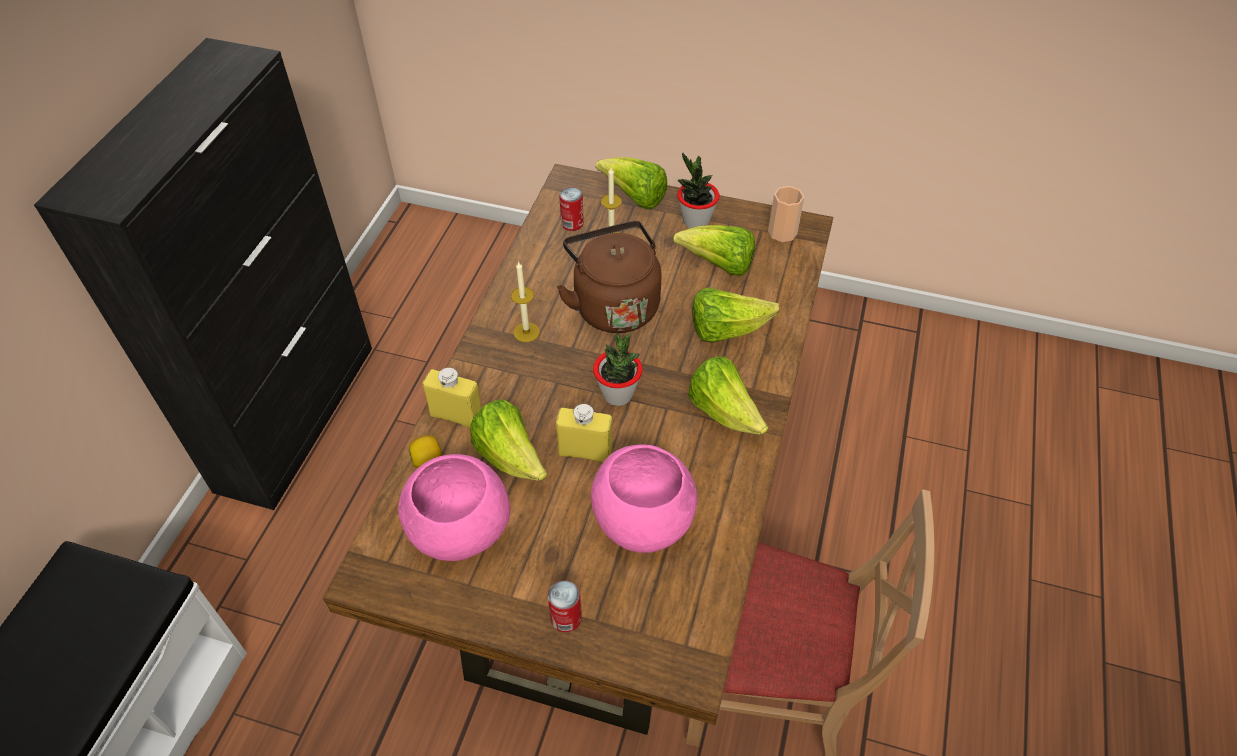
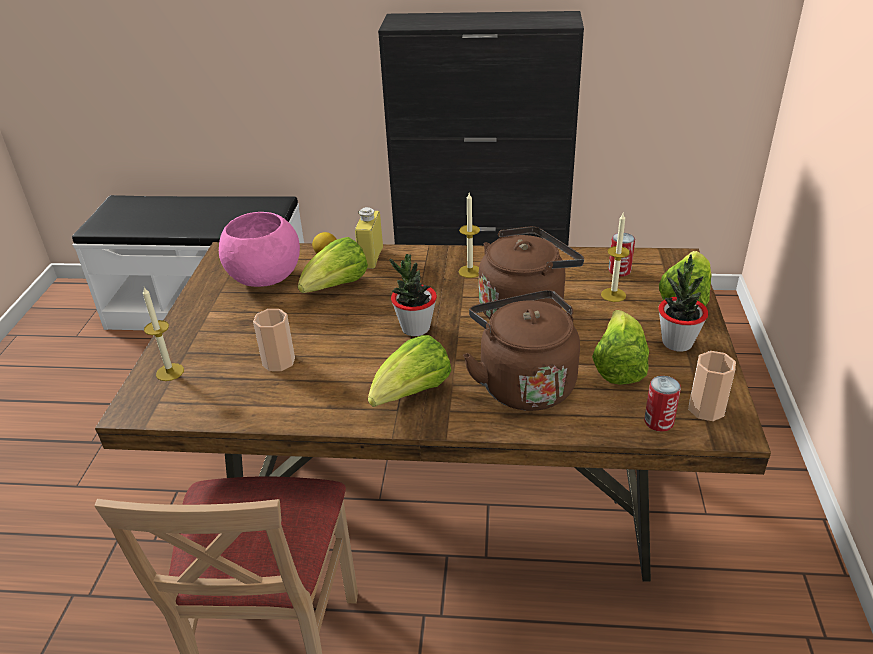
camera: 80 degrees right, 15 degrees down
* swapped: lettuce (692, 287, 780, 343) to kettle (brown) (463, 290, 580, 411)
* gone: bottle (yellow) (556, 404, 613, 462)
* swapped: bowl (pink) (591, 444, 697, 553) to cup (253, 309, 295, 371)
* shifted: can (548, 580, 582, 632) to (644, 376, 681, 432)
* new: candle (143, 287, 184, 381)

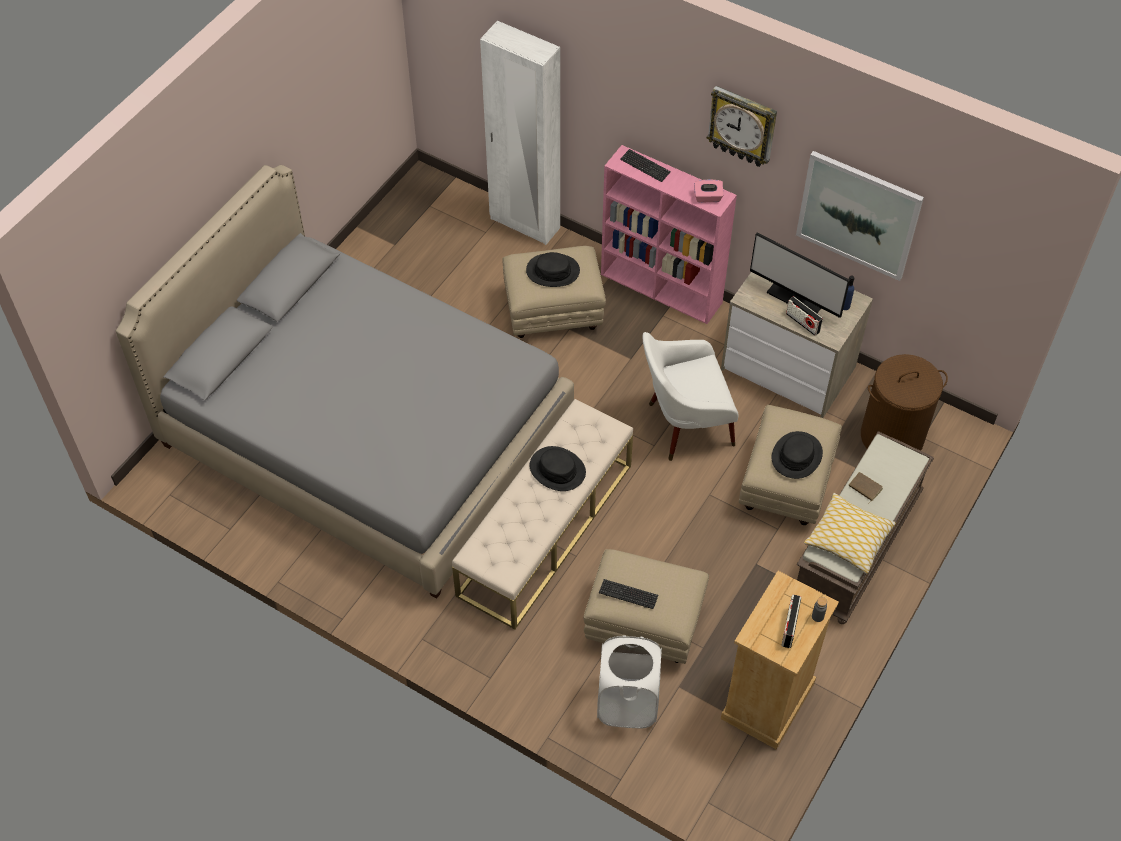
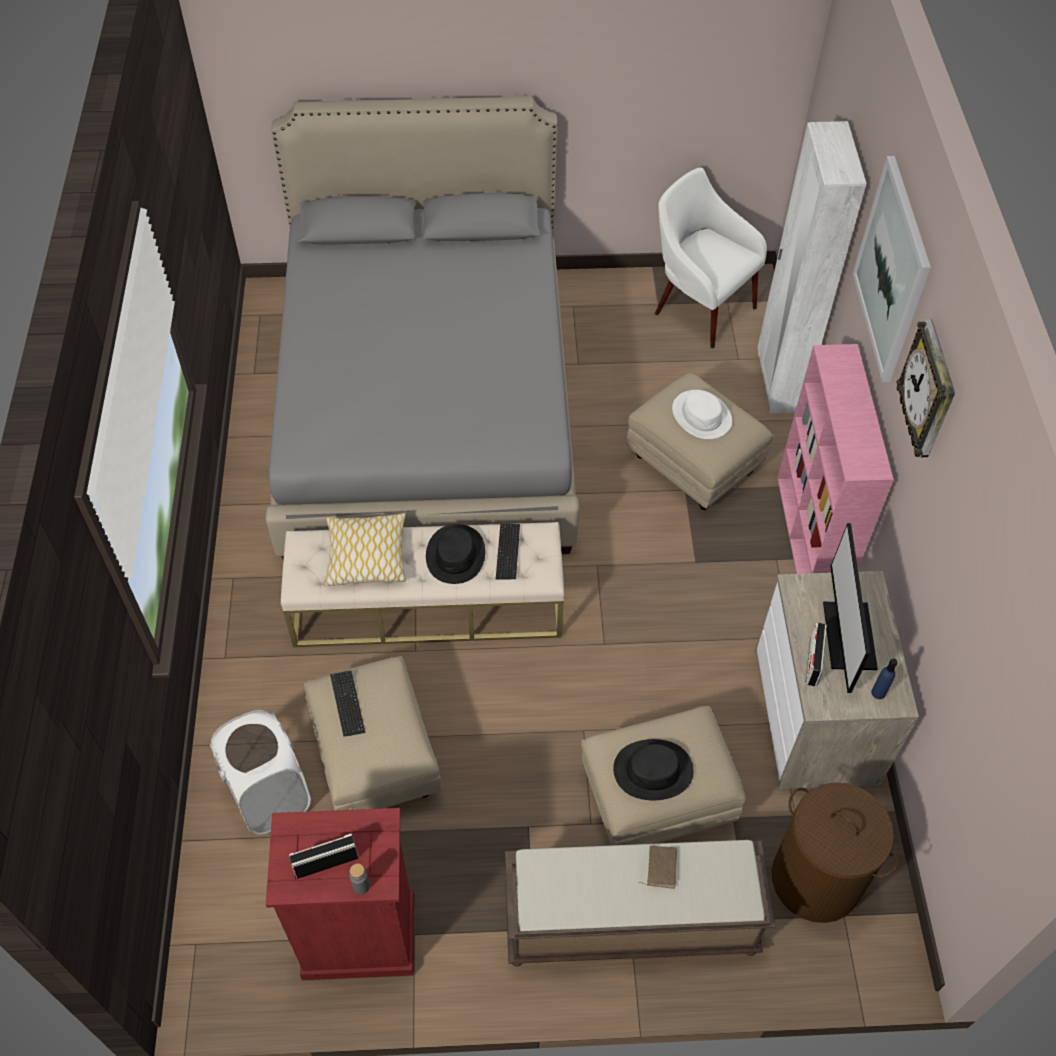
camera: 55 degrees right, 0 degrees up
* shifted: keyboard (620, 149, 671, 182) to (496, 524, 520, 580)
* shifted: picture (796, 151, 924, 281) to (853, 156, 931, 382)
* gone: tissue box (pink) (694, 180, 723, 203)
* repainted: hat (black) (526, 252, 580, 287) to hat (white) (672, 390, 732, 439)
* shifted: armchair (white) (643, 332, 738, 461) to (655, 167, 767, 348)
* shifted: pillow (804, 493, 896, 574) to (324, 513, 406, 586)
* repainted: dresser (beige) (721, 571, 839, 749) to dresser (red) (266, 808, 414, 980)

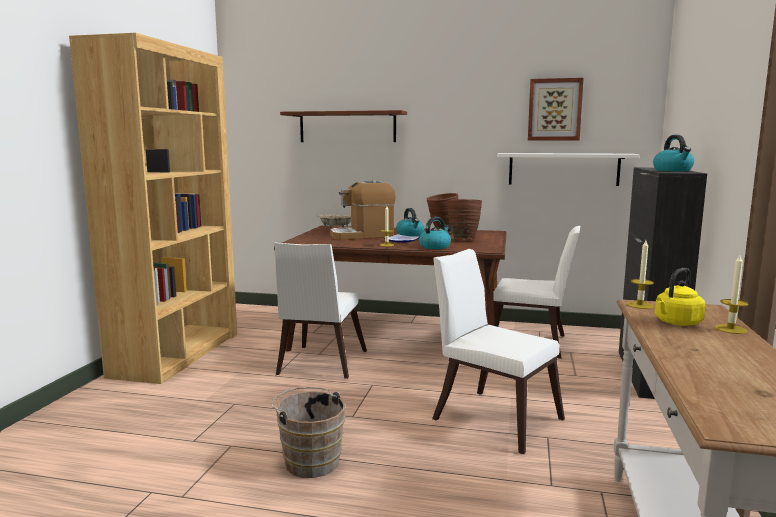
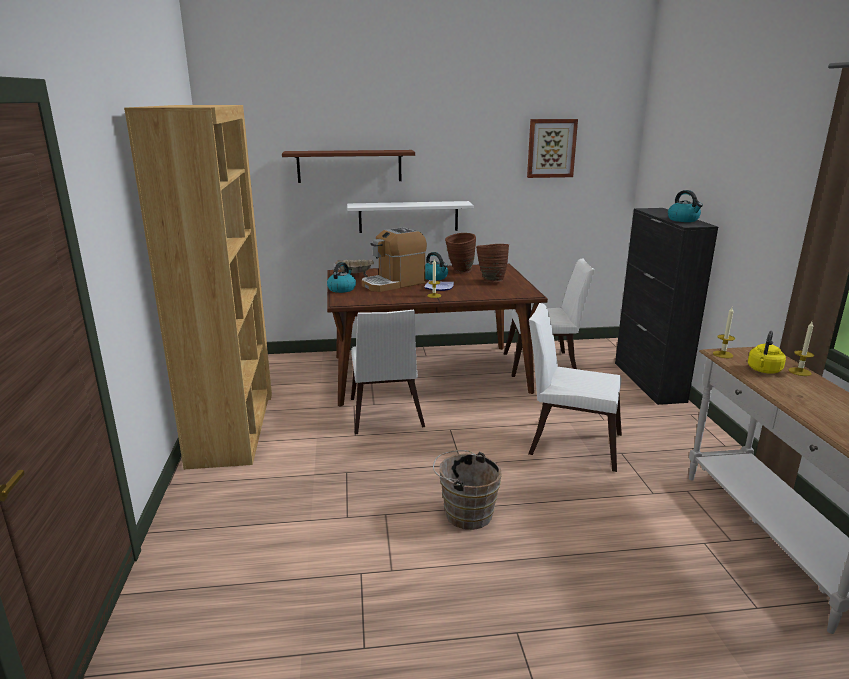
camera: 20 degrees left, 10 degrees up
* shifted: shelf (white) (497, 153, 640, 186) to (347, 201, 474, 233)
* shifted: kettle (419, 217, 451, 249) to (327, 262, 356, 293)

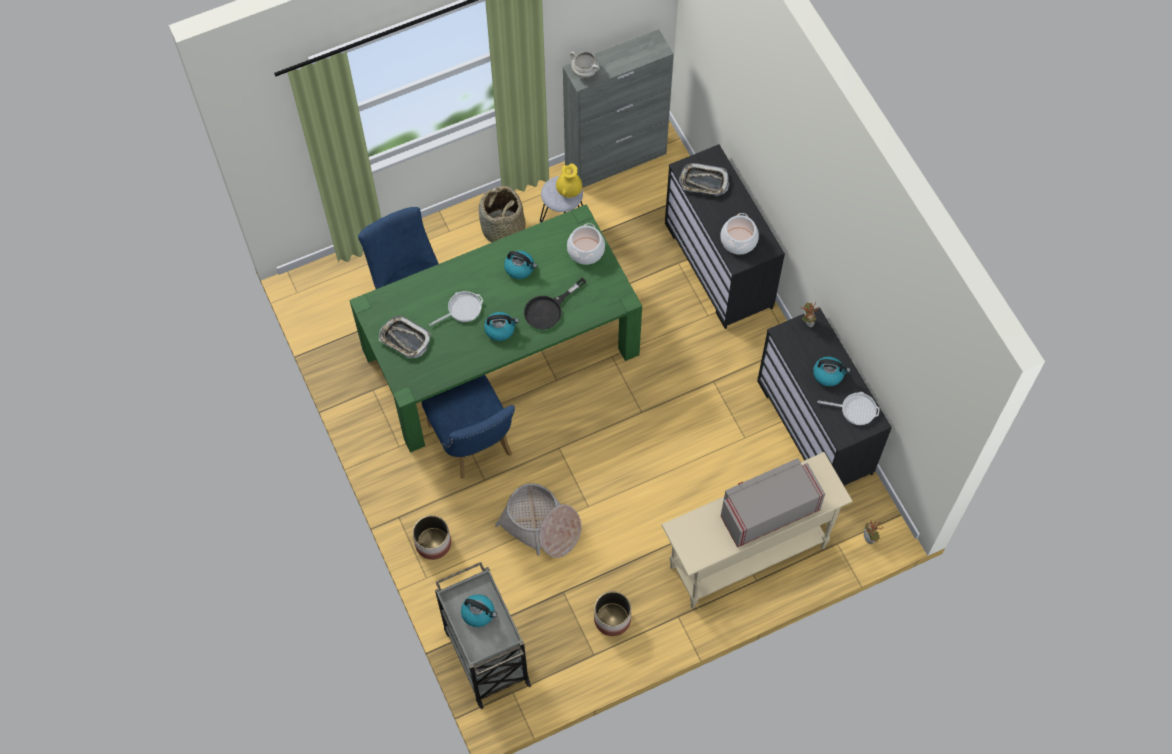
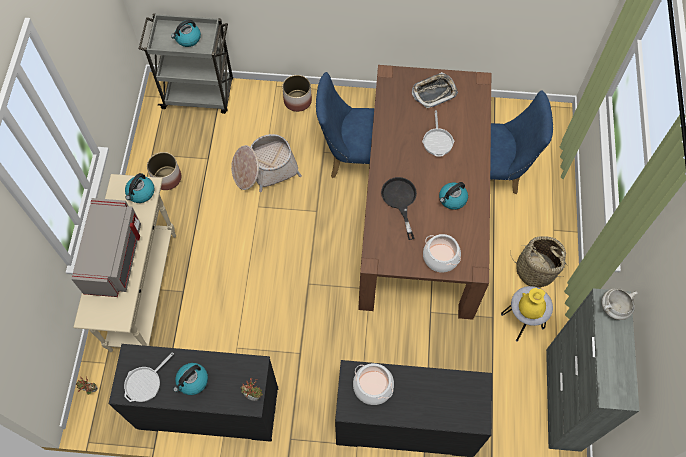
camera: 120 degrees right, 0 degrees up
* gone: tray (679, 163, 729, 196)
* repainted: dining table (green) (349, 204, 642, 452) to dining table (brown) (358, 65, 491, 320)
* shifted: kettle (484, 312, 519, 341) to (125, 173, 155, 203)

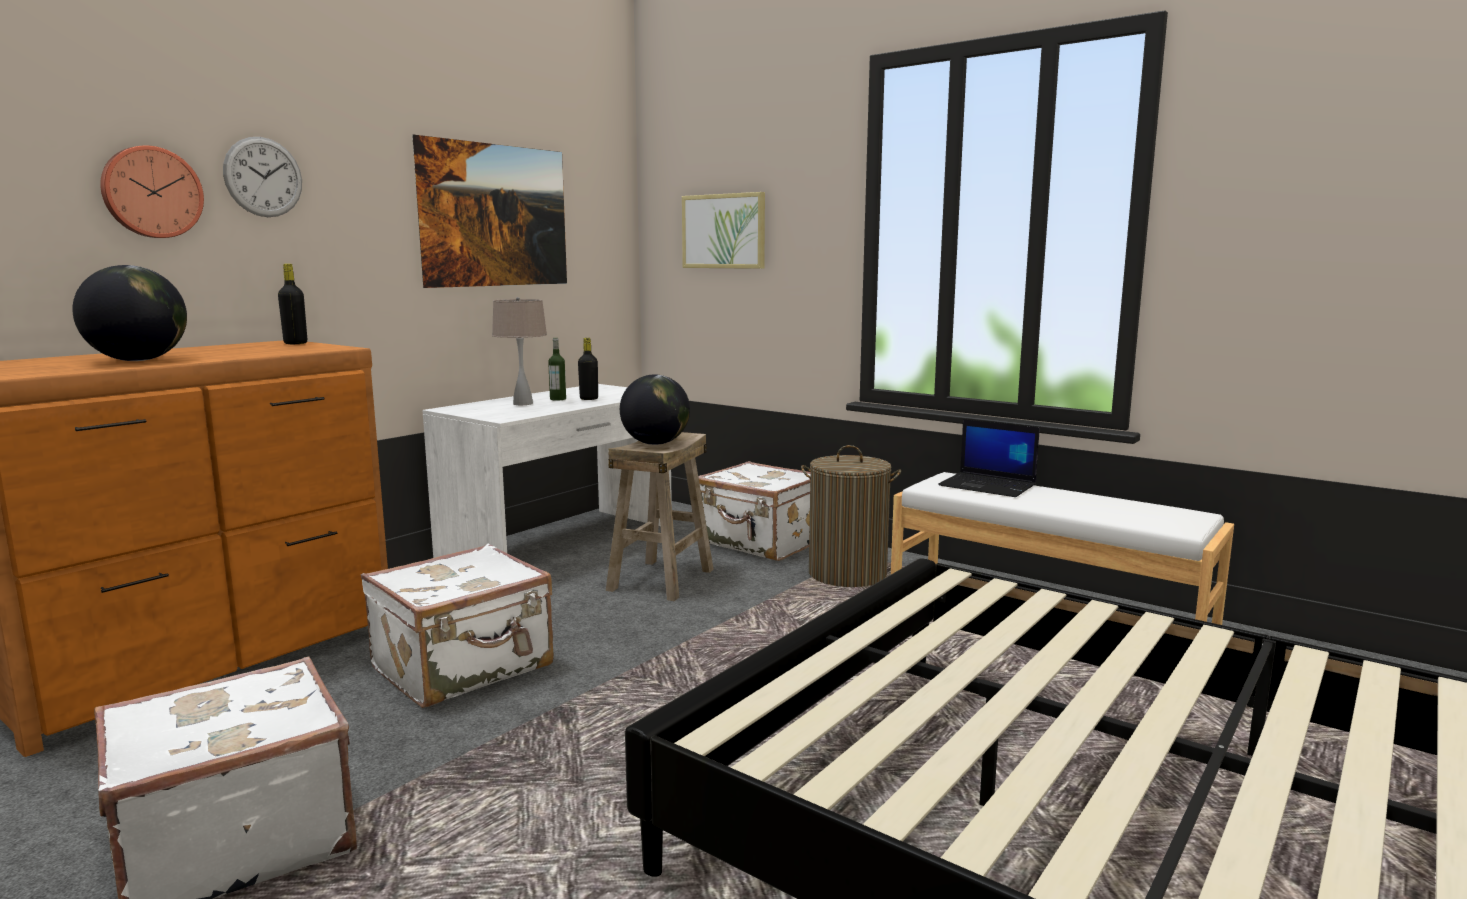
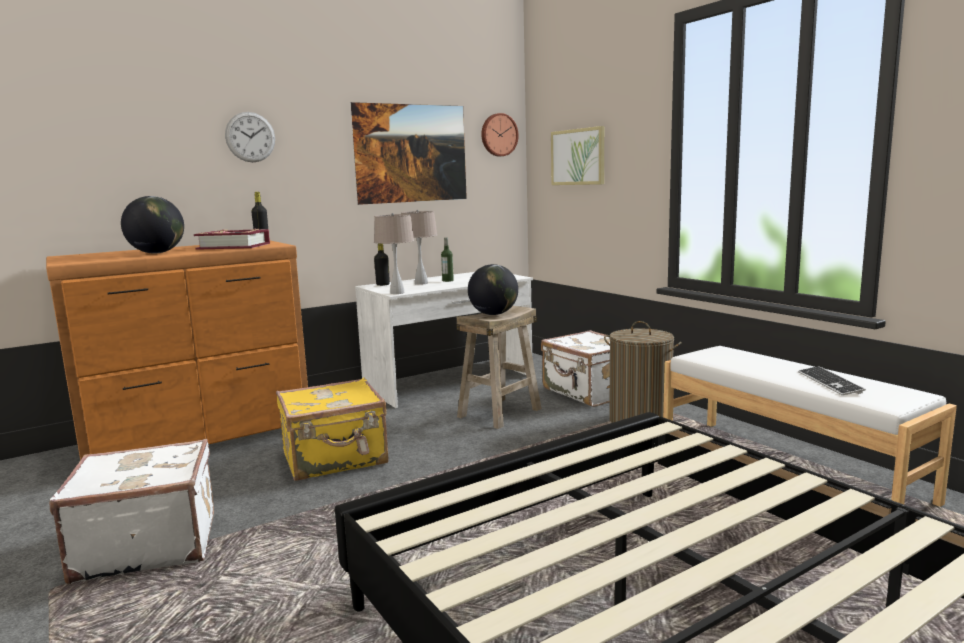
camera: 20 degrees right, 0 degrees up
* shifted: wall clock (100, 145, 204, 238) to (481, 113, 519, 156)
* shifted: bottle (black) (578, 338, 598, 400) to (374, 244, 390, 286)
* gone: laptop (938, 419, 1040, 497)
* repainted: suitcase (white) (361, 544, 554, 708) to suitcase (yellow) (276, 378, 389, 481)
* new: table lamp (beige) (374, 213, 414, 294)
* new: book (194, 229, 270, 250)
* new: keyboard (798, 366, 866, 396)

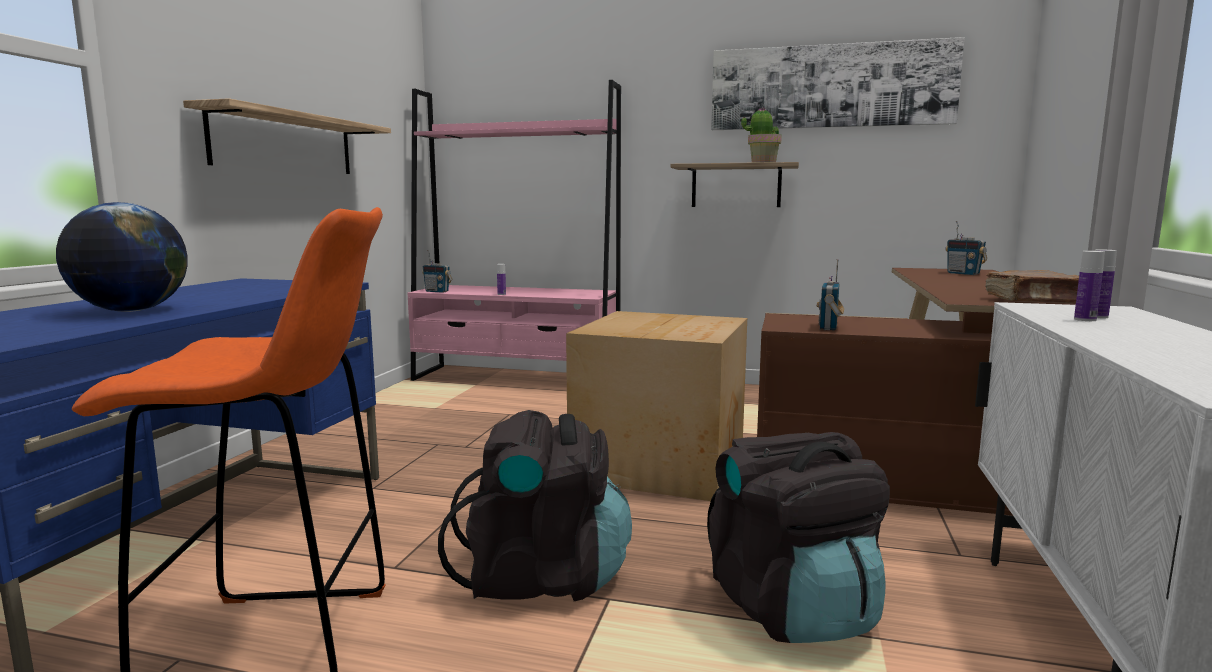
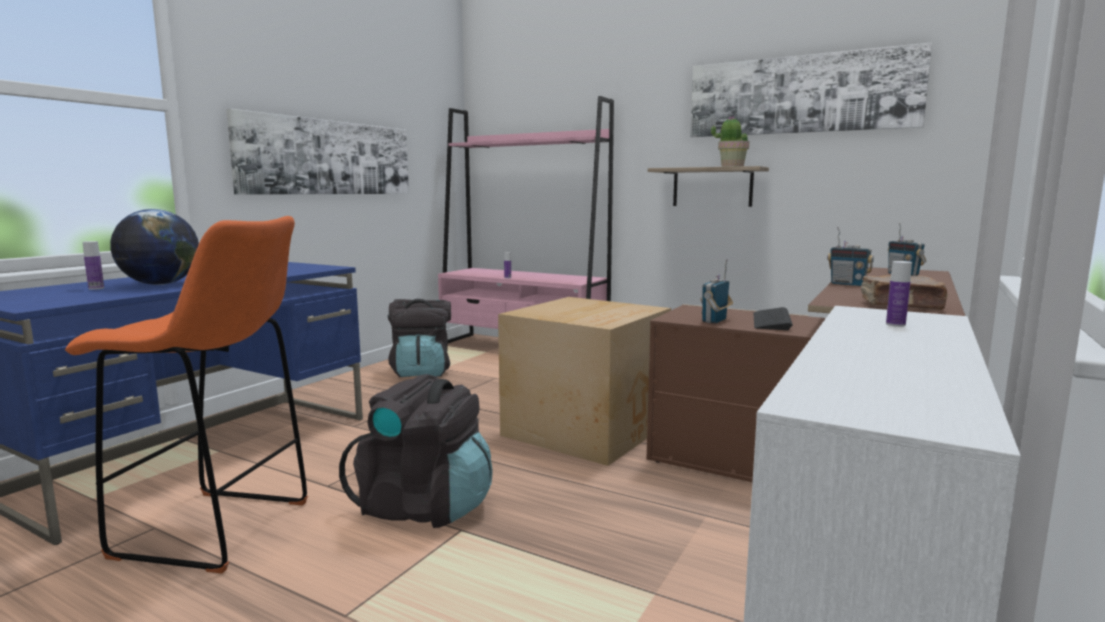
camera: 15 degrees right, 0 degrees up
* swapped: shelf (183, 98, 391, 174) to picture (226, 109, 409, 195)
* shifted: radio (422, 250, 452, 293) to (827, 227, 874, 286)
* shifted: bottle (1074, 251, 1105, 321) to (82, 241, 104, 290)
* shifted: backpack (black) (707, 432, 890, 643) to (388, 299, 451, 377)
* new: keyboard (753, 307, 793, 330)

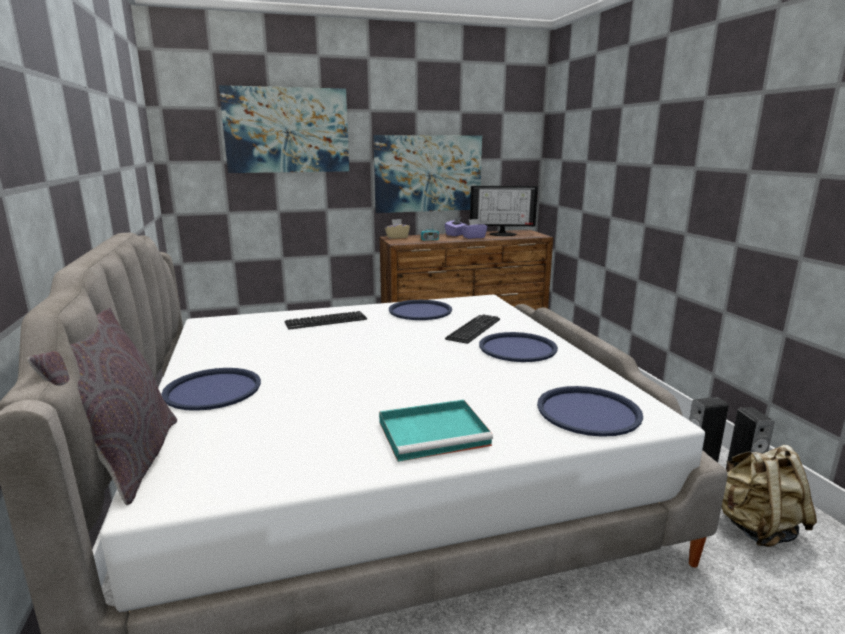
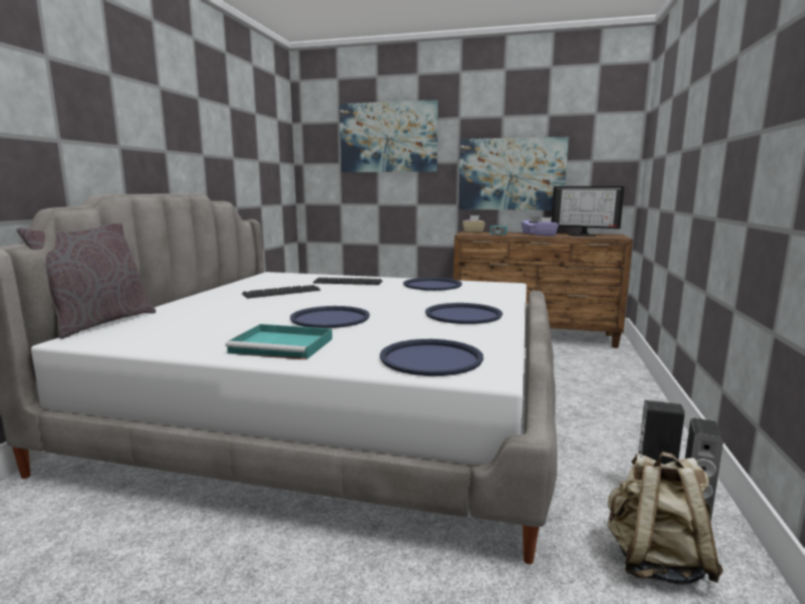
camera: 30 degrees right, 5 degrees down
* shifted: keyboard (445, 314, 500, 344) to (242, 285, 321, 298)
* shifted: tray (blue) (161, 368, 261, 411) to (290, 306, 370, 328)

